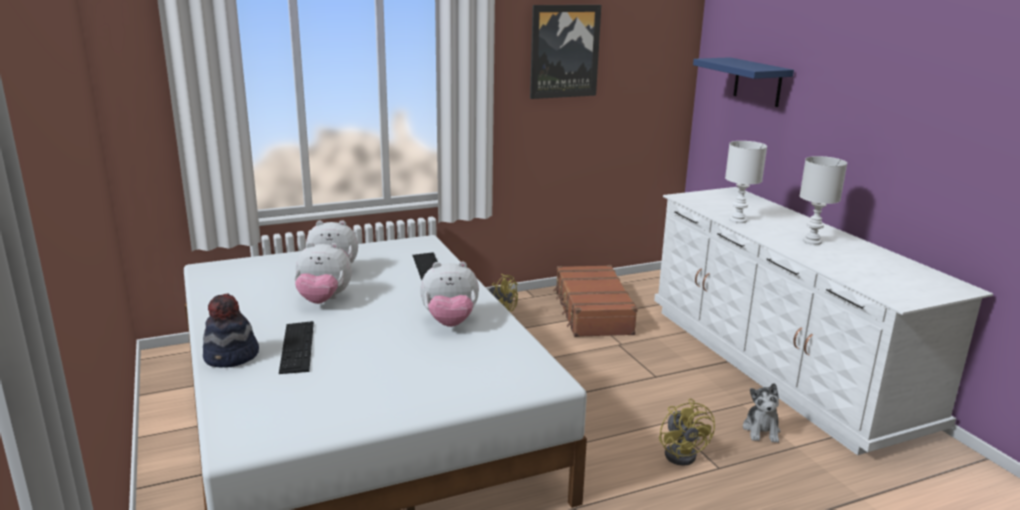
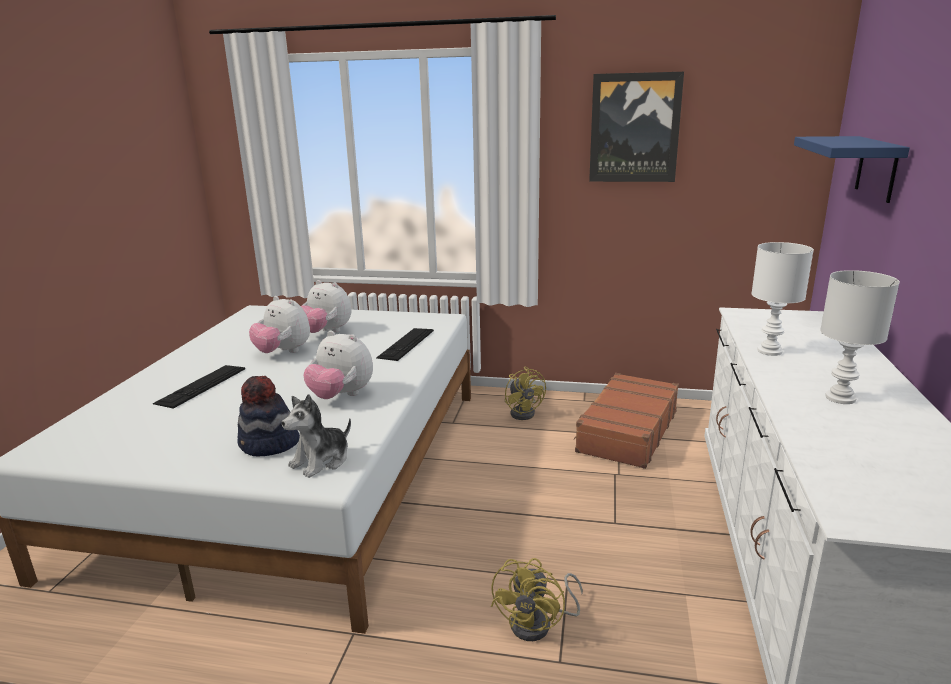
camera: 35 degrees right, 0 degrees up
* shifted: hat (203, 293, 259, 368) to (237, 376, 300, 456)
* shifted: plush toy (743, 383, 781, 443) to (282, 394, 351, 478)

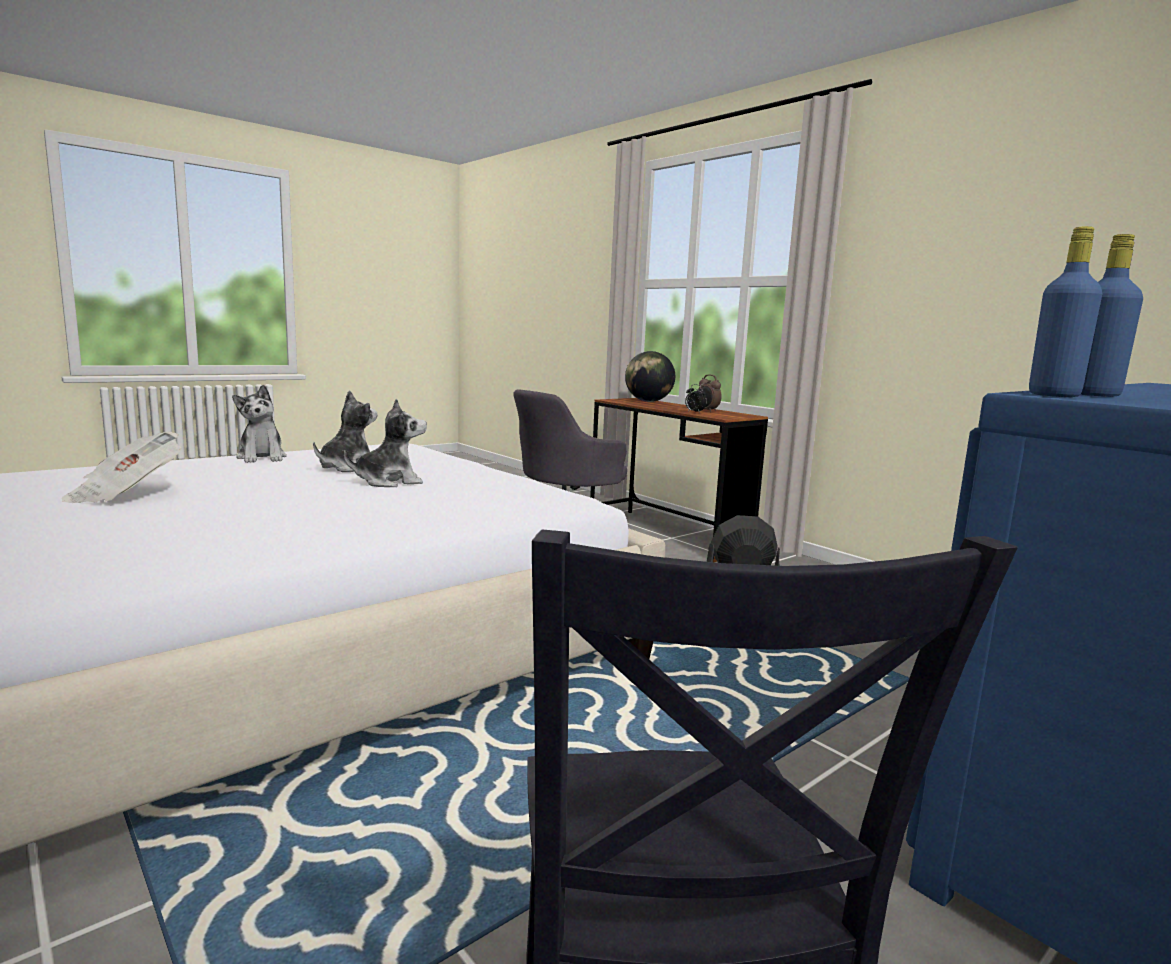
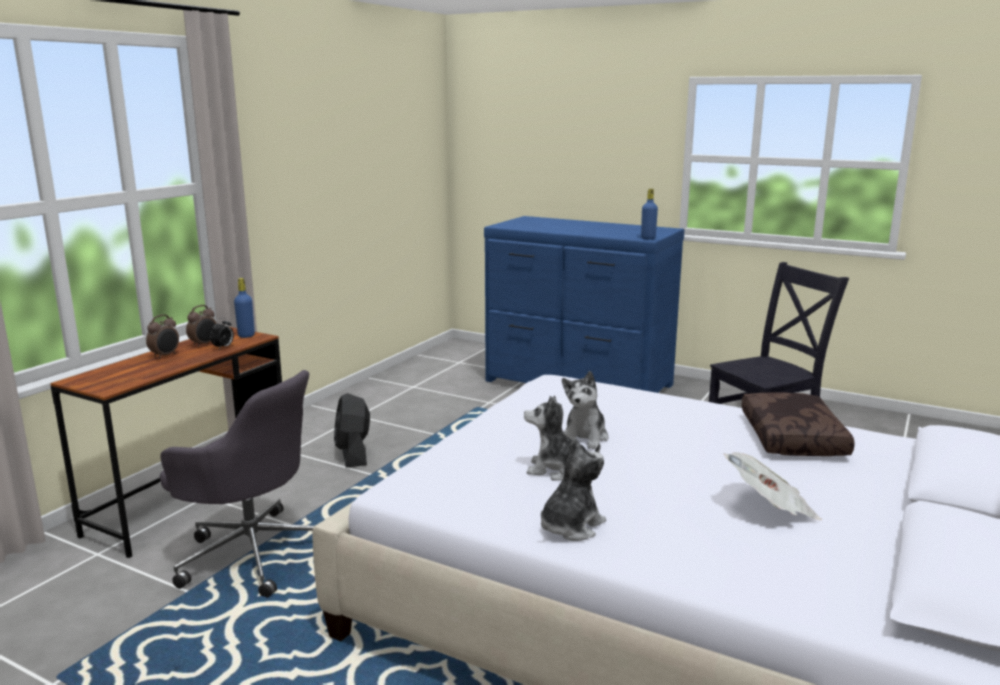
camera: 110 degrees left, 5 degrees up
* shifted: bottle (blue) (1080, 234, 1143, 397) to (234, 278, 255, 338)
* gone: globe (625, 351, 675, 402)
* rotated: plush toy (344, 399, 427, 487) = (562, 371, 608, 449) 120 degrees counterclockwise
* new: alarm clock (146, 314, 179, 359)
* new: pillow (brown) (742, 392, 855, 456)

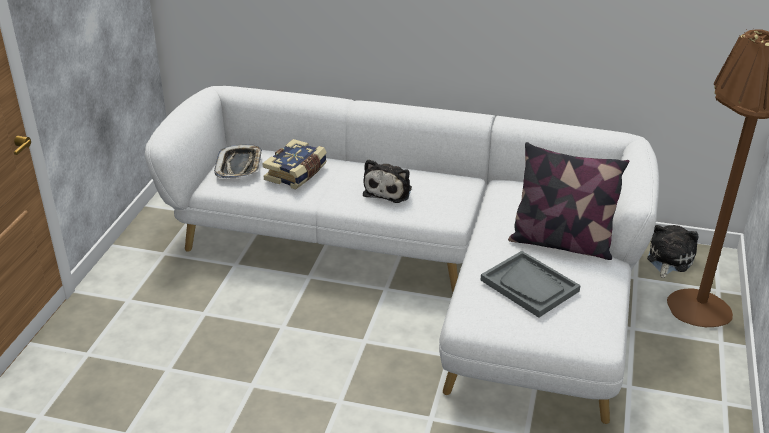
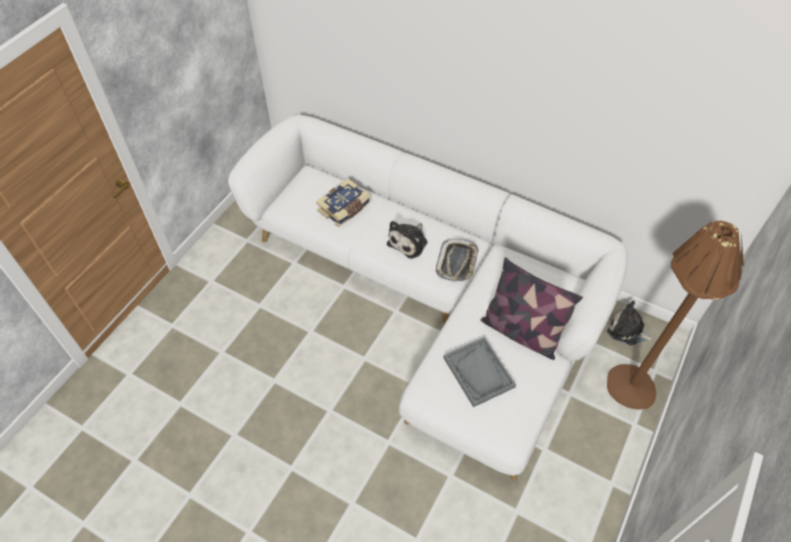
camera: 15 degrees right, 20 degrees up
* shifted: tray (214, 144, 262, 178) to (436, 239, 479, 282)
* rotated: plush toy (647, 225, 698, 278) = (607, 300, 655, 345) 105 degrees counterclockwise

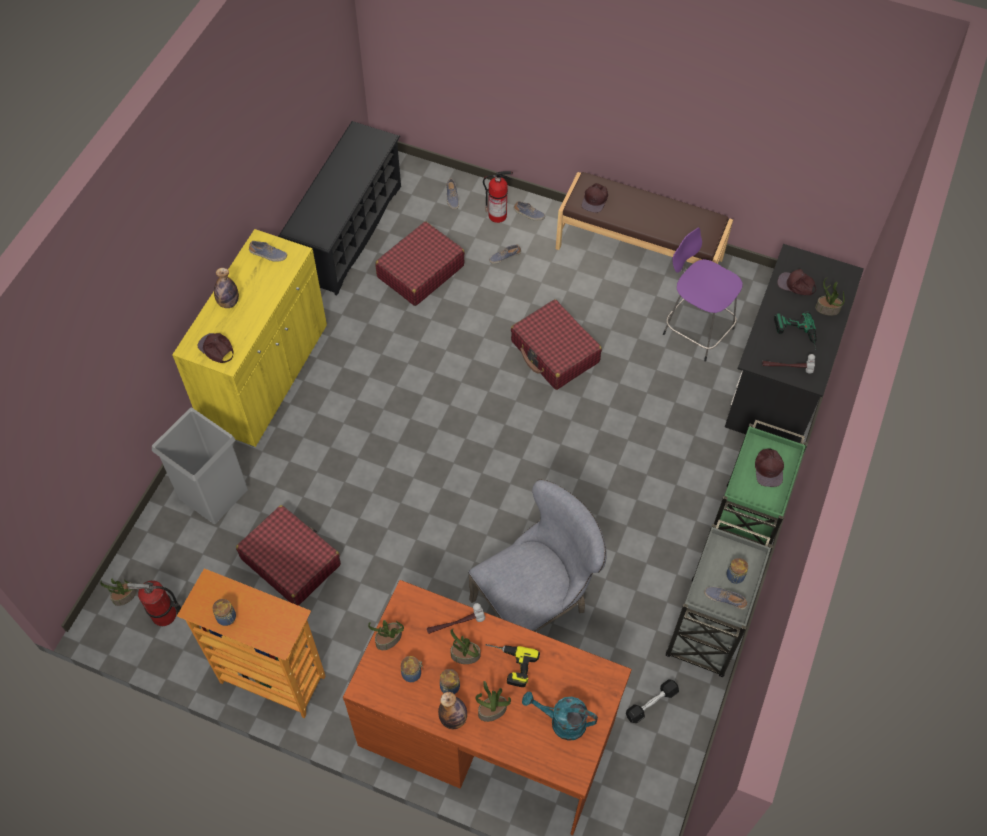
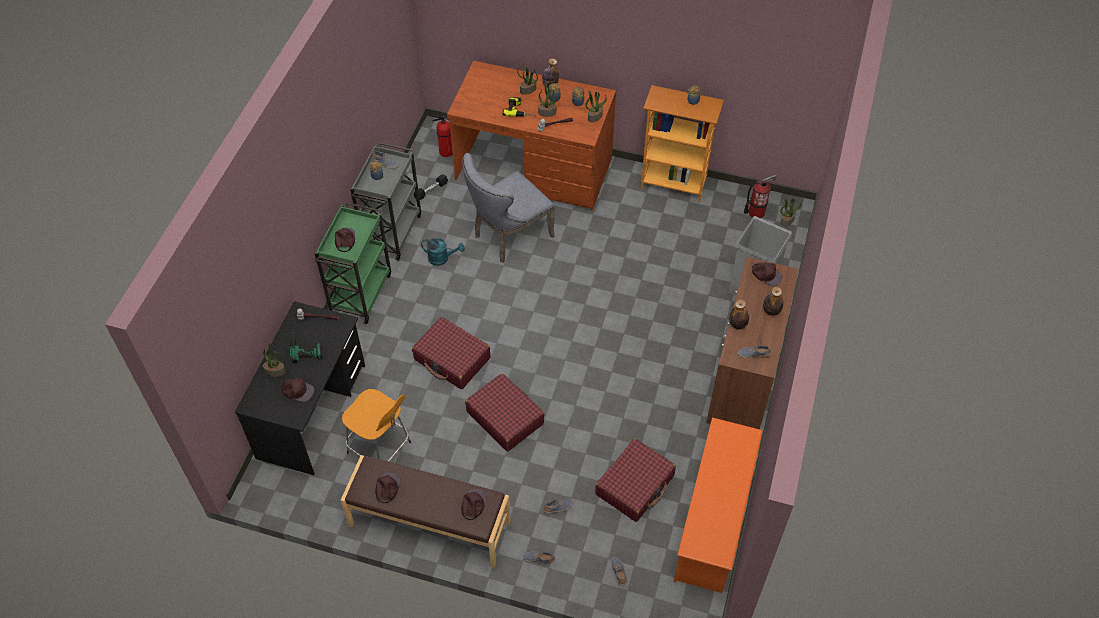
camera: 175 degrees right, 5 degrees down
* repainted: shoe rack (black) (278, 121, 401, 296) to shoe rack (orange) (674, 417, 763, 593)
* shifted: fire extinguisher (483, 171, 513, 223) to (431, 115, 453, 157)
* repainted: stool (purple) (663, 228, 743, 362) to stool (orange) (342, 389, 411, 462)
* repainted: cabinet (yellow) (172, 229, 327, 447) to cabinet (brown) (706, 257, 799, 429)
* shifted: suitcase (red) (236, 505, 341, 606) to (412, 317, 490, 389)
* shifted: watering can (turquoise) (522, 691, 598, 741) to (421, 238, 465, 266)
* new: bottle (729, 299, 749, 329)
* new: cap (brown) (375, 472, 400, 503)

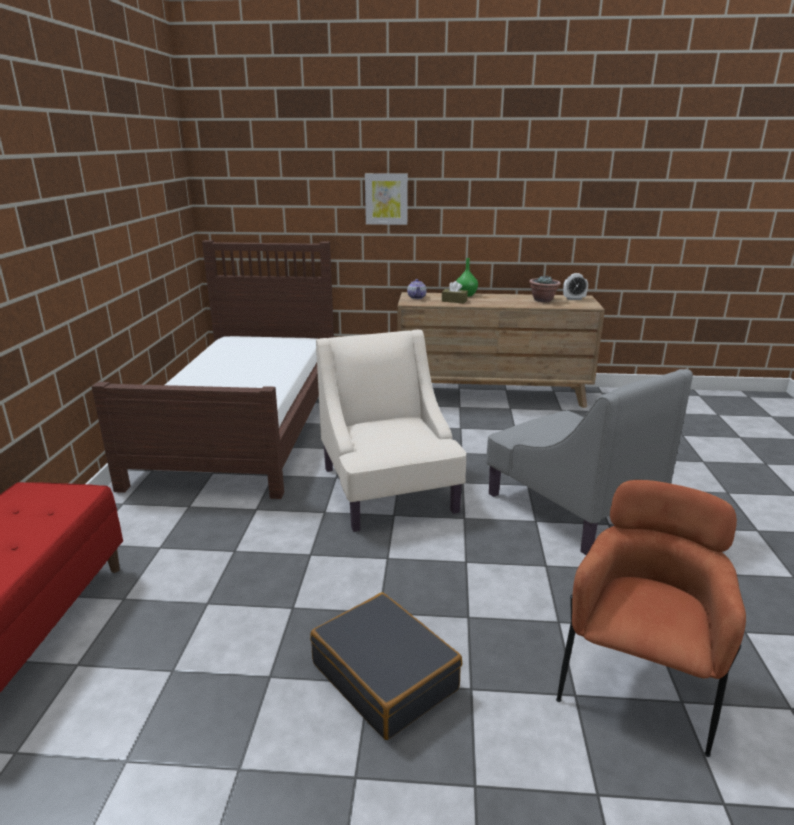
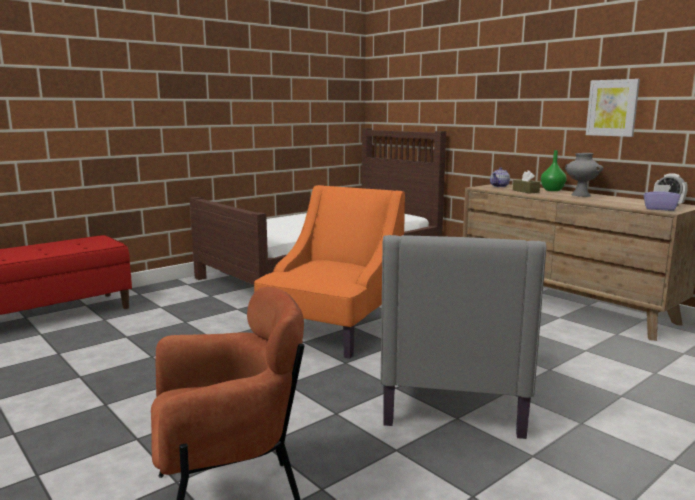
camera: 45 degrees right, 10 degrees down
* shifted: picture (365, 173, 408, 225) to (586, 79, 640, 137)
* gone: potted plant (529, 275, 561, 302)
* repainted: armchair (beige) (316, 330, 466, 532) to armchair (orange) (254, 185, 405, 359)
* gone: suitcase (black) (310, 592, 462, 740)
* new: vase (grey) (565, 153, 603, 197)
* new: tissue box (purple) (643, 184, 680, 211)

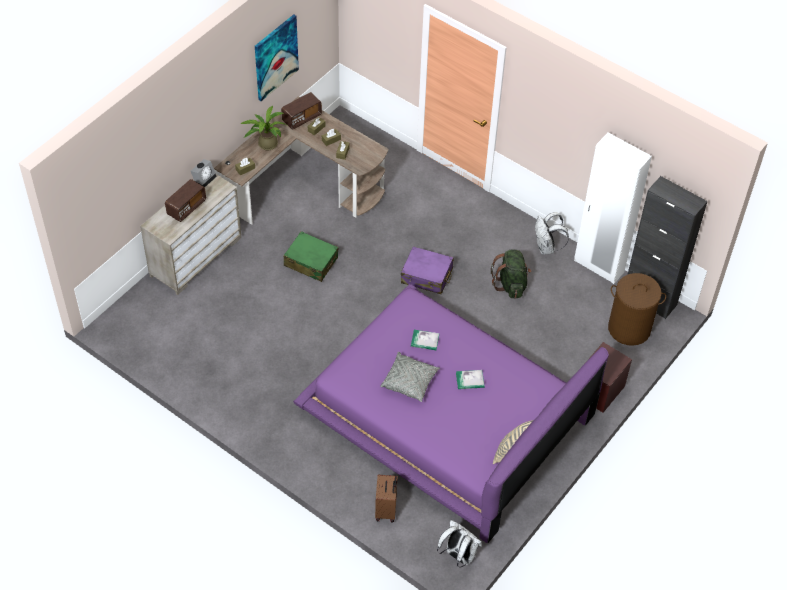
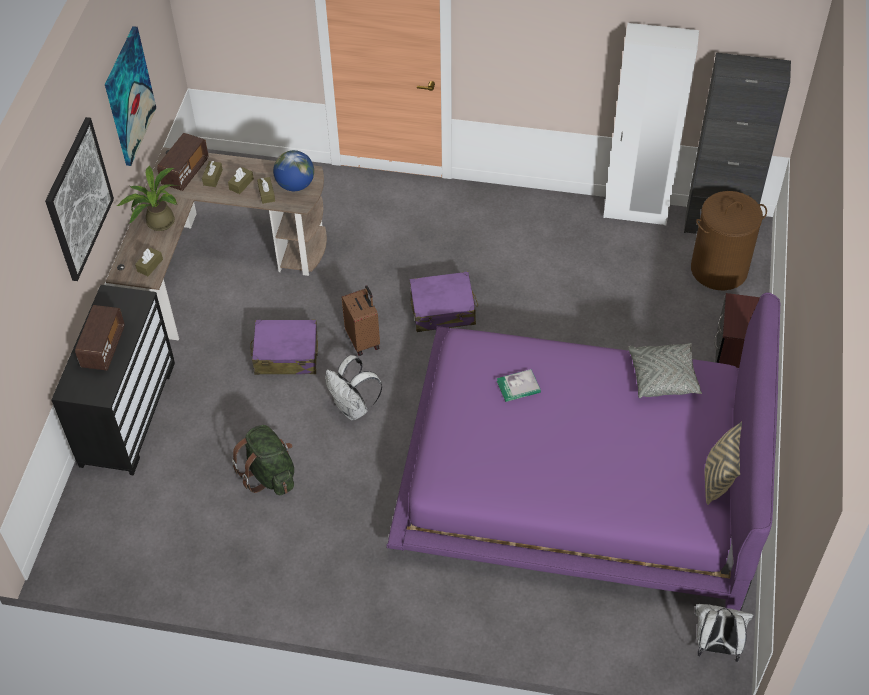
camera: 25 degrees left, 0 degrees up
* gone: alarm clock (191, 159, 217, 187)
* repainted: dresser (beige) (140, 174, 241, 295) to dresser (black) (51, 285, 175, 476)
* shifted: backpack (white) (535, 212, 569, 255) to (325, 355, 382, 421)
* repainted: suitcase (green) (284, 231, 338, 282) to suitcase (purple) (250, 319, 318, 375)
* shifted: backpack (green) (491, 249, 532, 299) to (232, 425, 294, 495)
* shifted: pillow (grey) (380, 352, 440, 402) to (628, 343, 702, 398)
* gone: book (456, 370, 485, 389)
* shifted: suitcase (brown) (375, 475, 397, 522) to (341, 285, 380, 356)
* new: picture (45, 117, 114, 281)
* new: globe (273, 150, 314, 191)

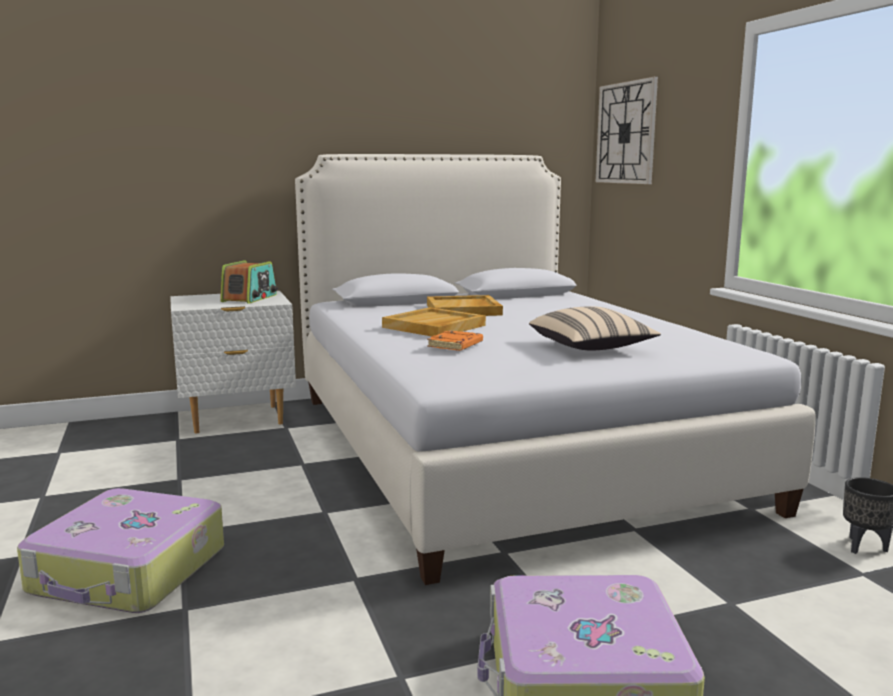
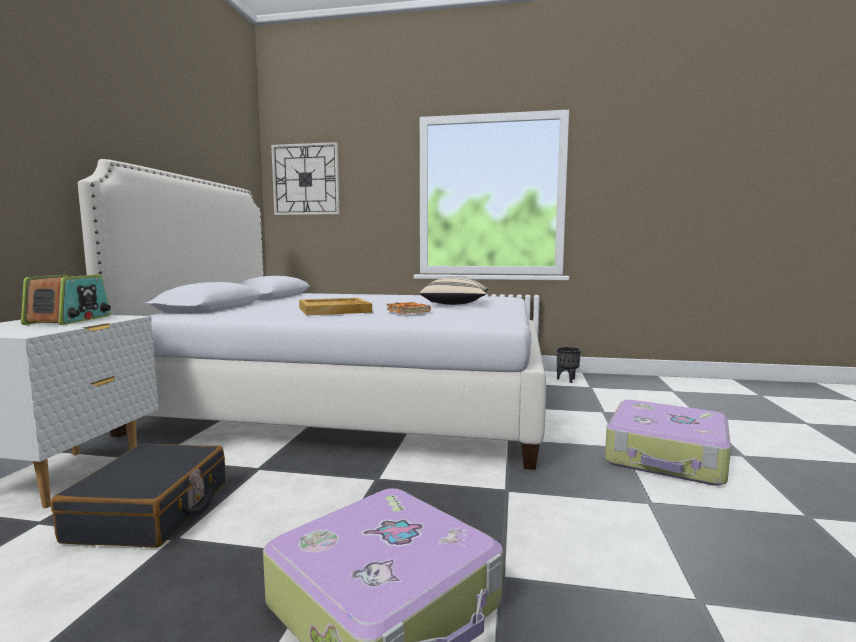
camera: 60 degrees left, 5 degrees down
* rotated: radio (220, 260, 278, 304) = (21, 275, 111, 325) 45 degrees clockwise
* gone: tray (beige) (427, 295, 503, 316)
* new: suitcase (black) (51, 444, 226, 548)

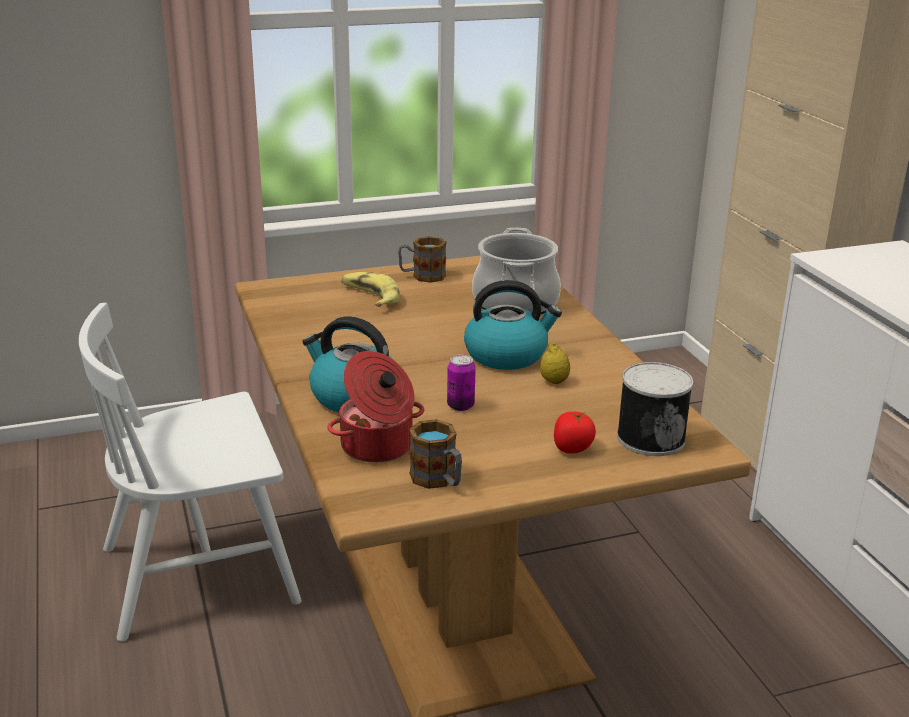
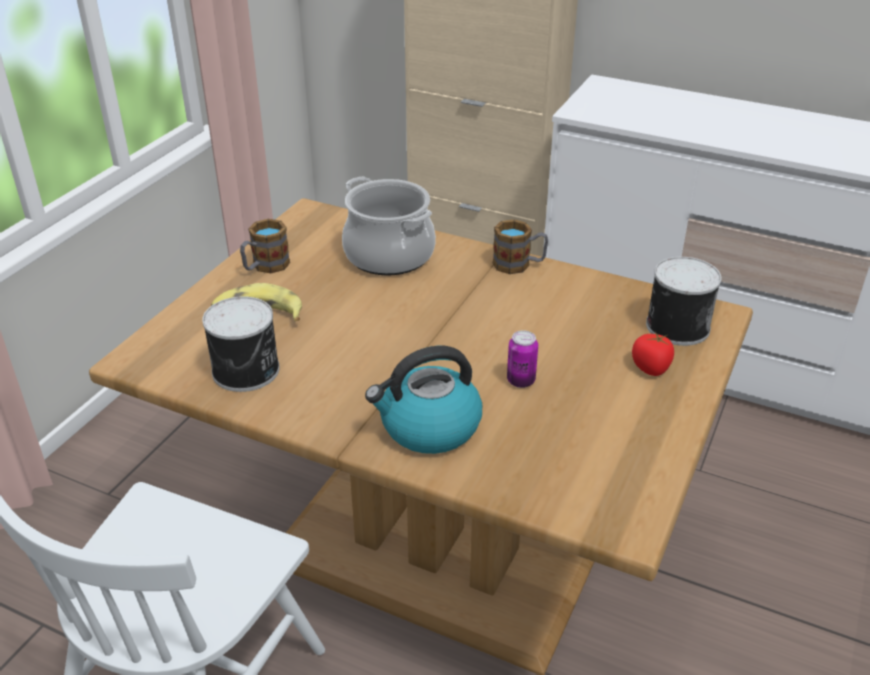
camera: 45 degrees left, 10 degrees up
* gone: kettle (464, 280, 562, 370)
* gone: lemon (540, 344, 570, 384)
* gone: cooking pot (327, 351, 424, 463)
* shifted: mug (409, 419, 462, 489) to (493, 219, 548, 274)
* new: can (202, 296, 280, 392)

